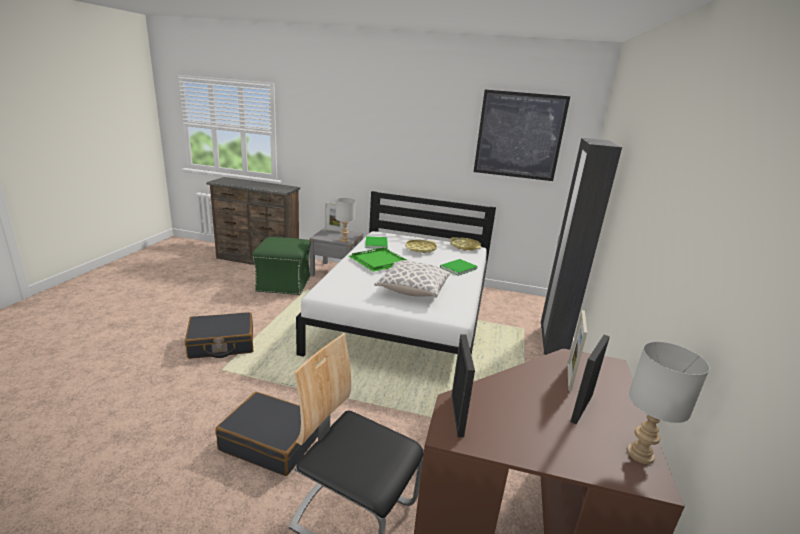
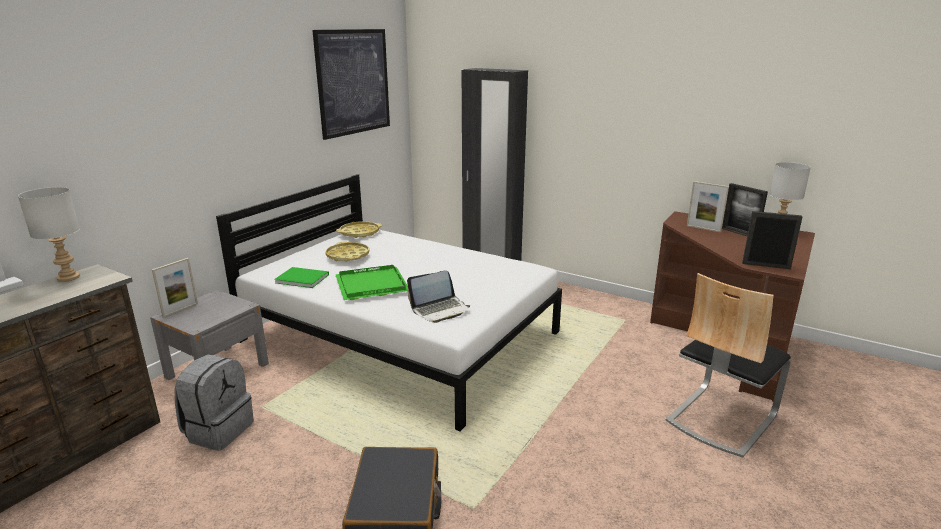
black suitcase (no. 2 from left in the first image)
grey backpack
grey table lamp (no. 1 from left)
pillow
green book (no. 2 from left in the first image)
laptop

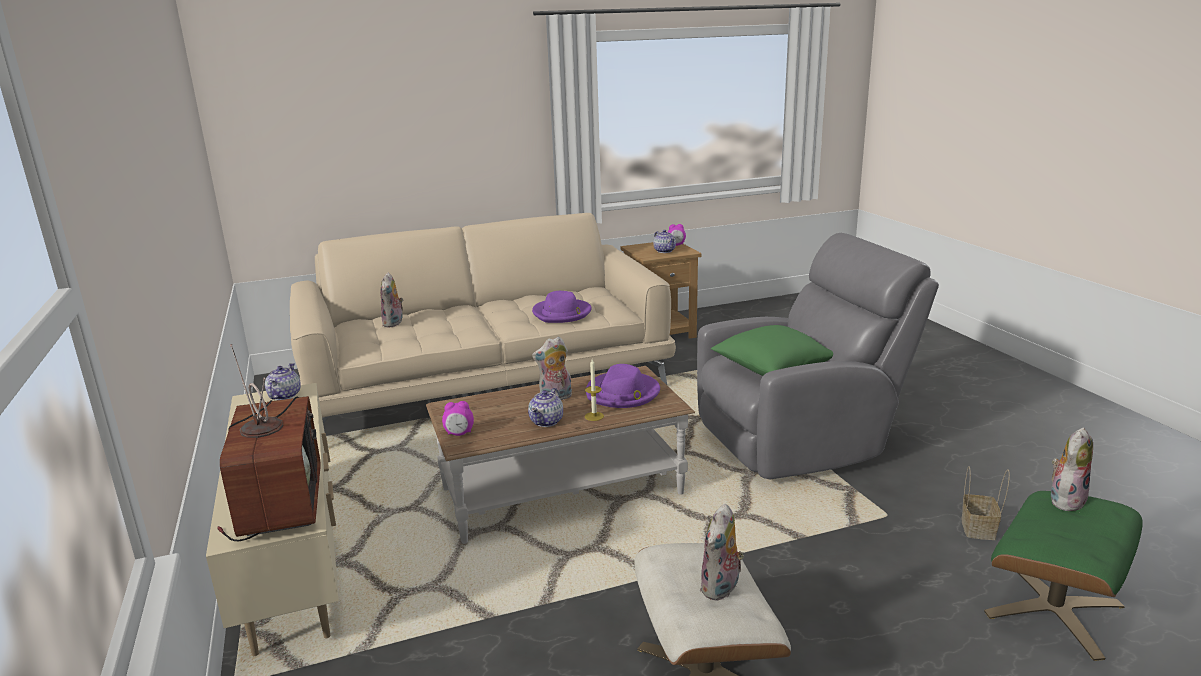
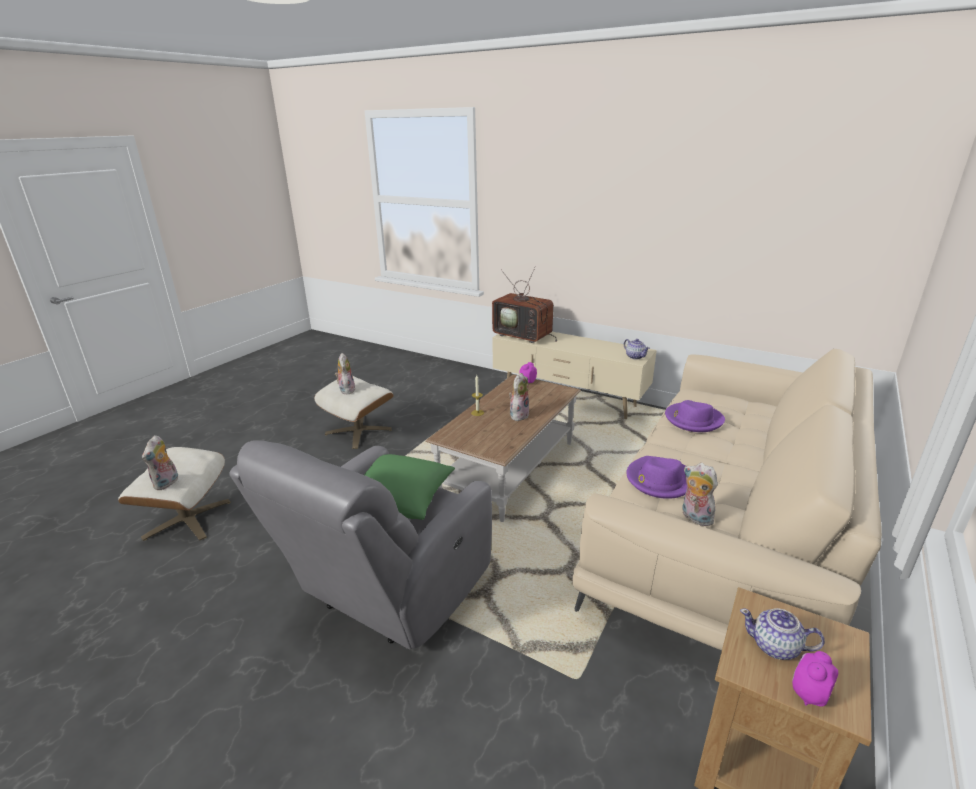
plush toy (no. 4 from left)
teapot (no. 2 from left in the first image)
purple hat (no. 2 from left)
basket
beige ottoman (no. 1 from left)

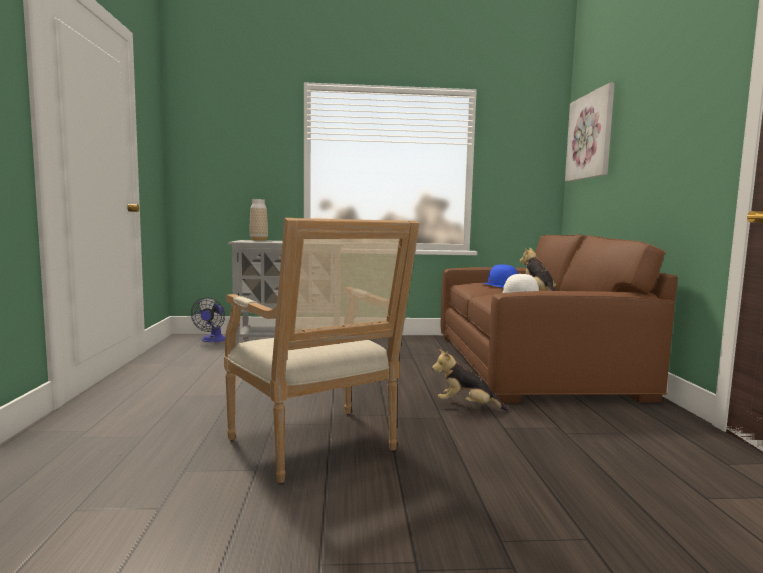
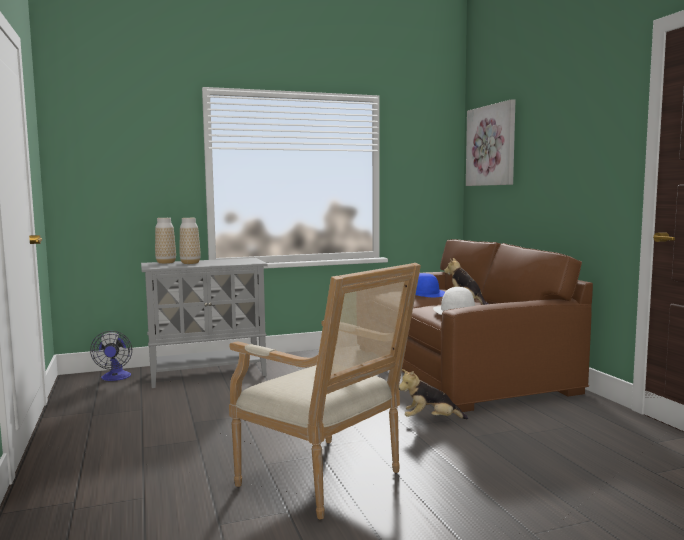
vase (no. 2 from left)

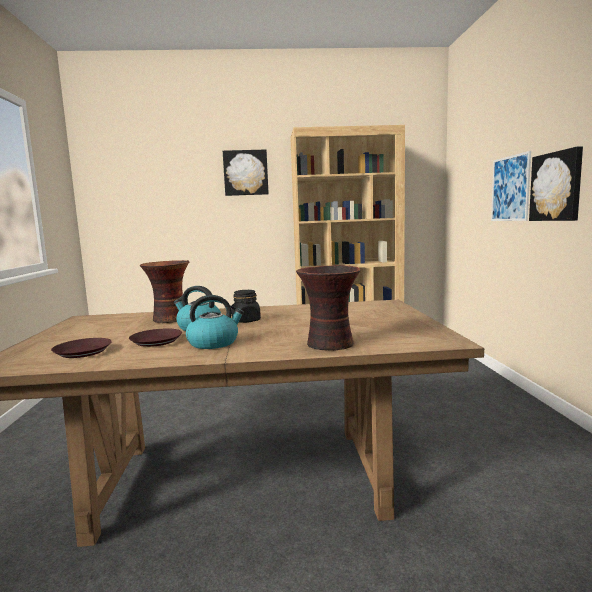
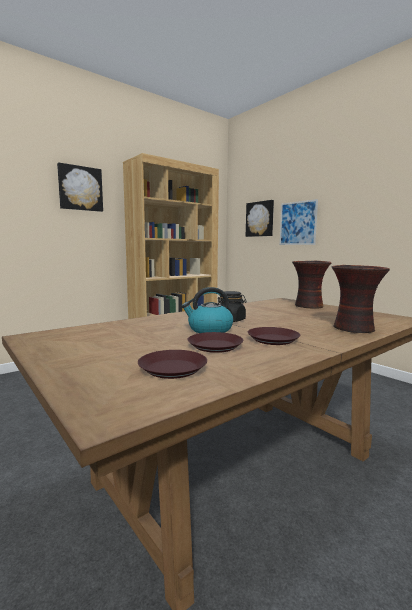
vase (no. 1 from left)
brown plate (no. 3 from left)
picture (no. 2 from left)

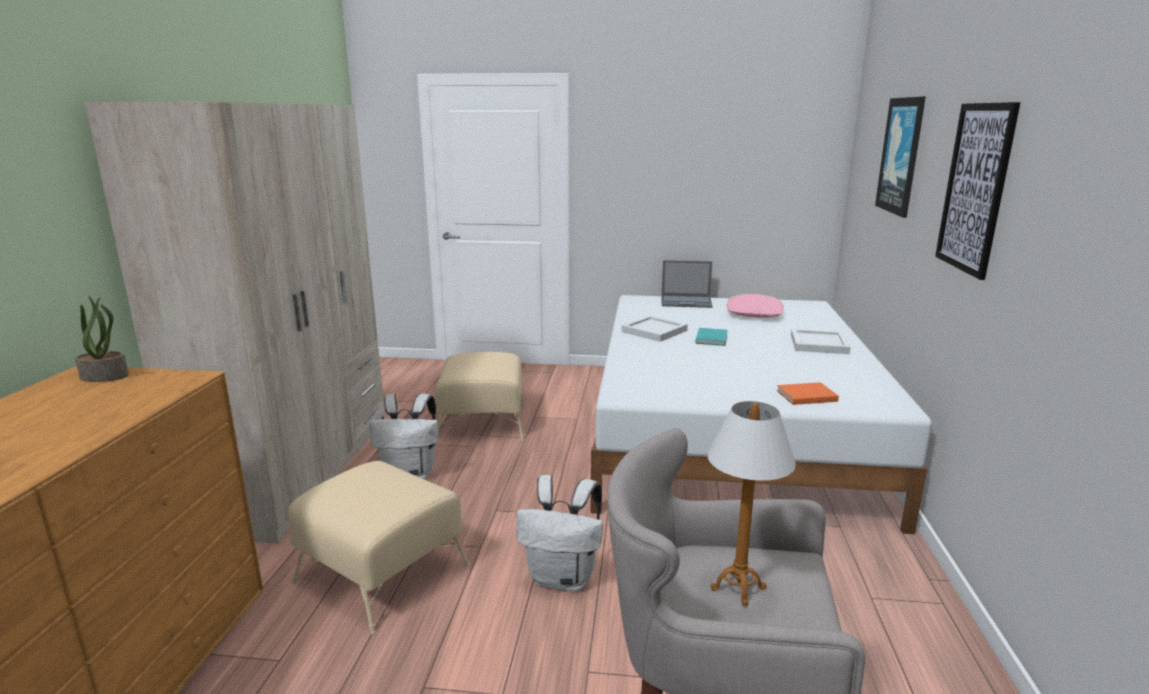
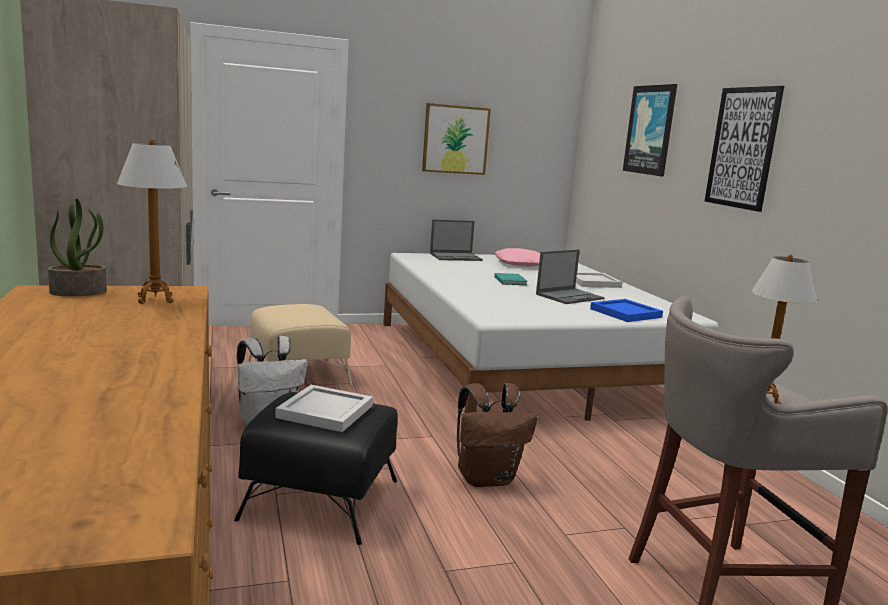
black ottoman
brown backpack
white tray (no. 1 from left)
blue tray
table lamp (no. 1 from left)
picture (no. 1 from left)
laptop (no. 2 from left)

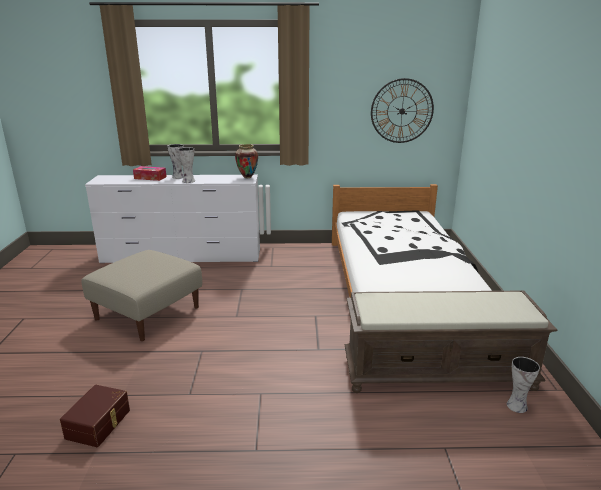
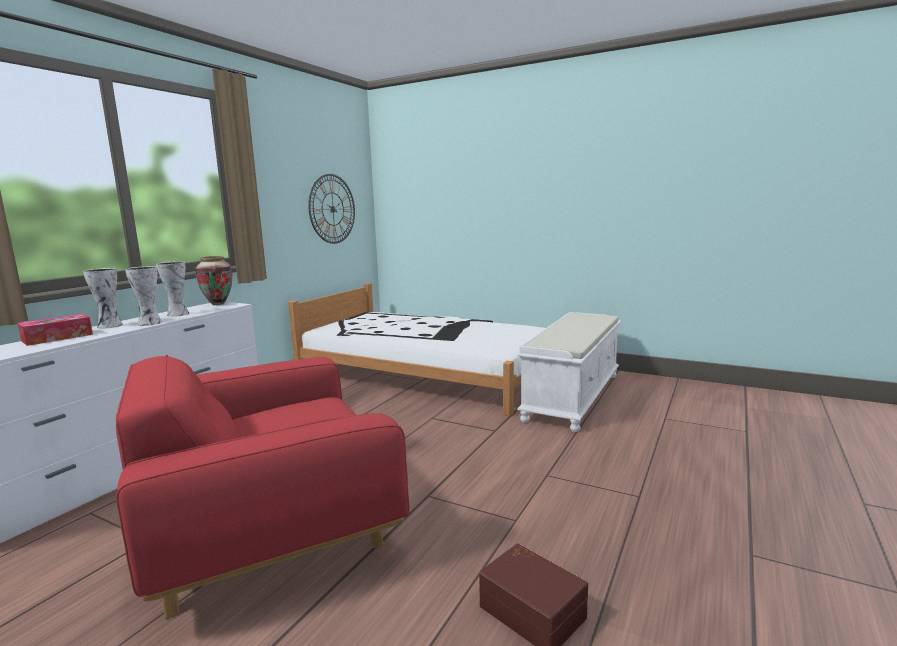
red armchair
white bench
vase (no. 3 from left)

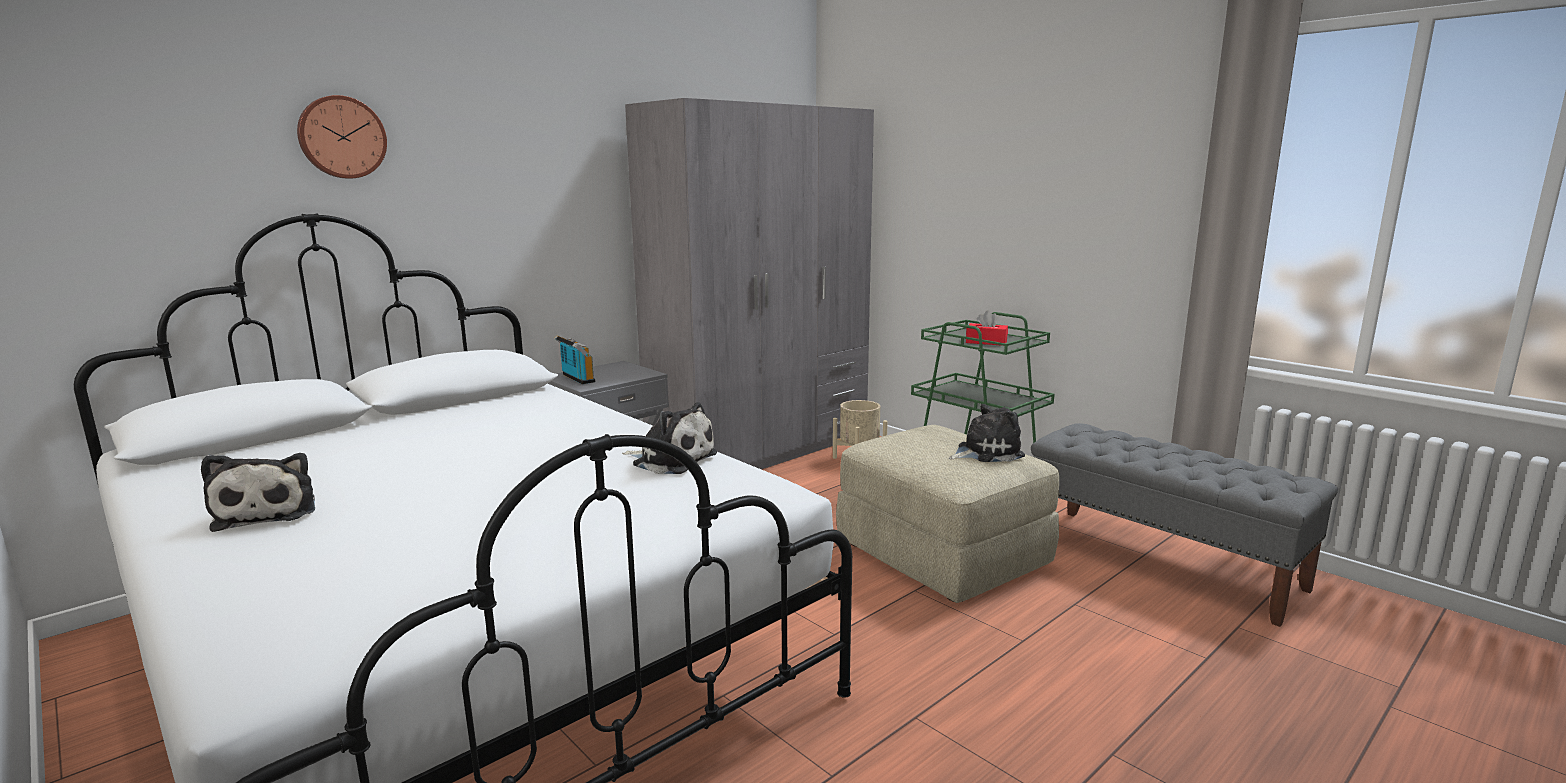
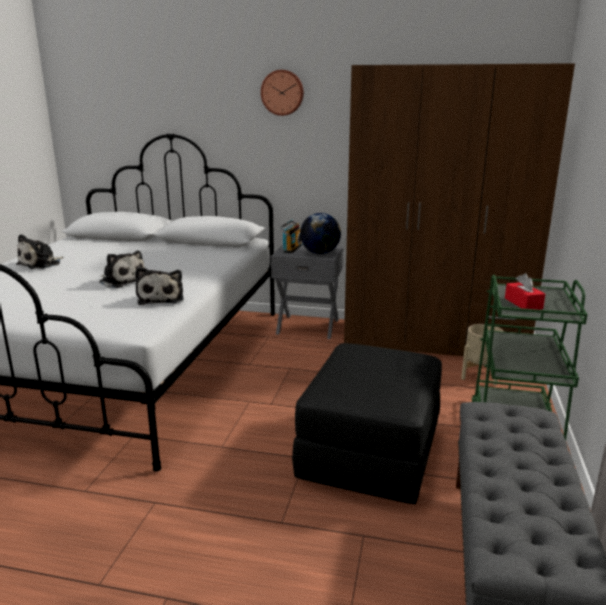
wall clock
brown wardrobe
black ottoman
plush toy (no. 2 from left)
globe

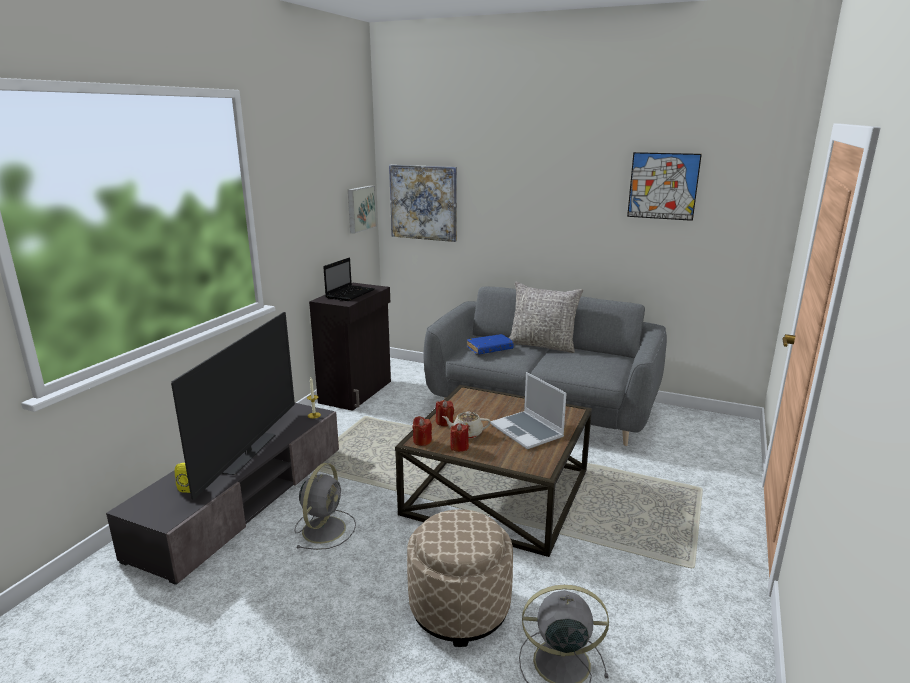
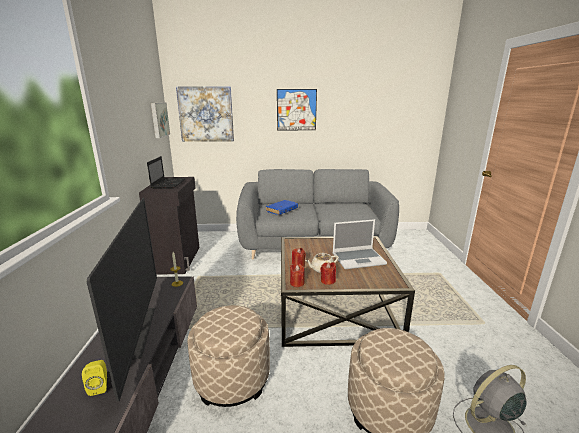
beige ottoman (no. 1 from left)
laptop (no. 2 from left)
grey pillow
picture (no. 3 from left)

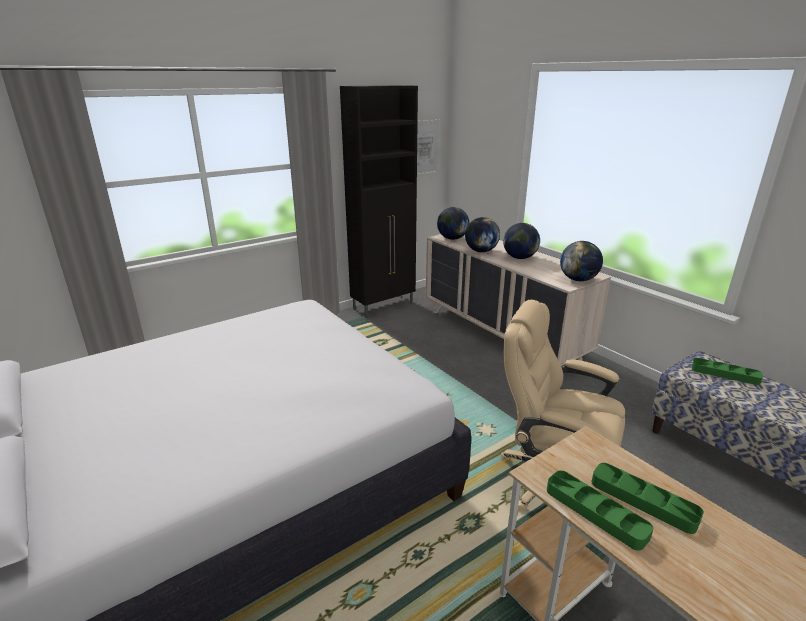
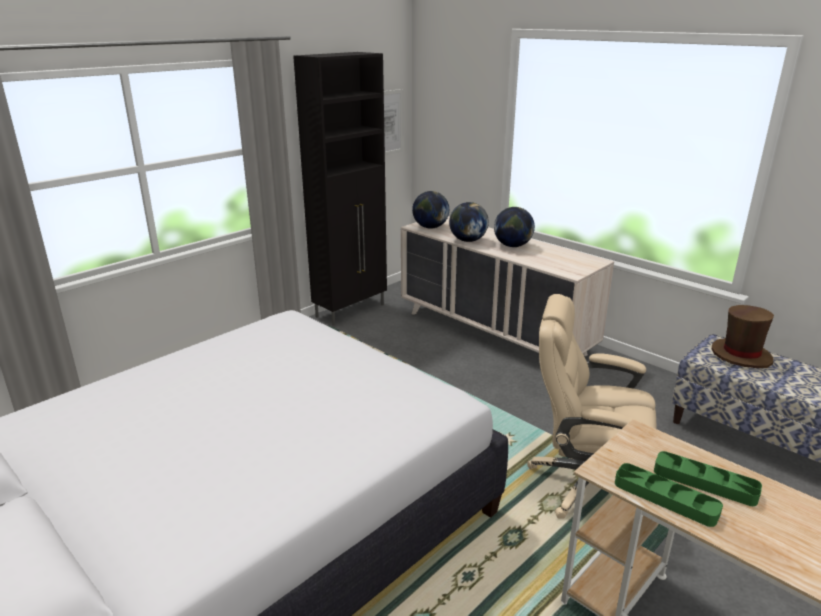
globe (no. 4 from left in the first image)
brown hat

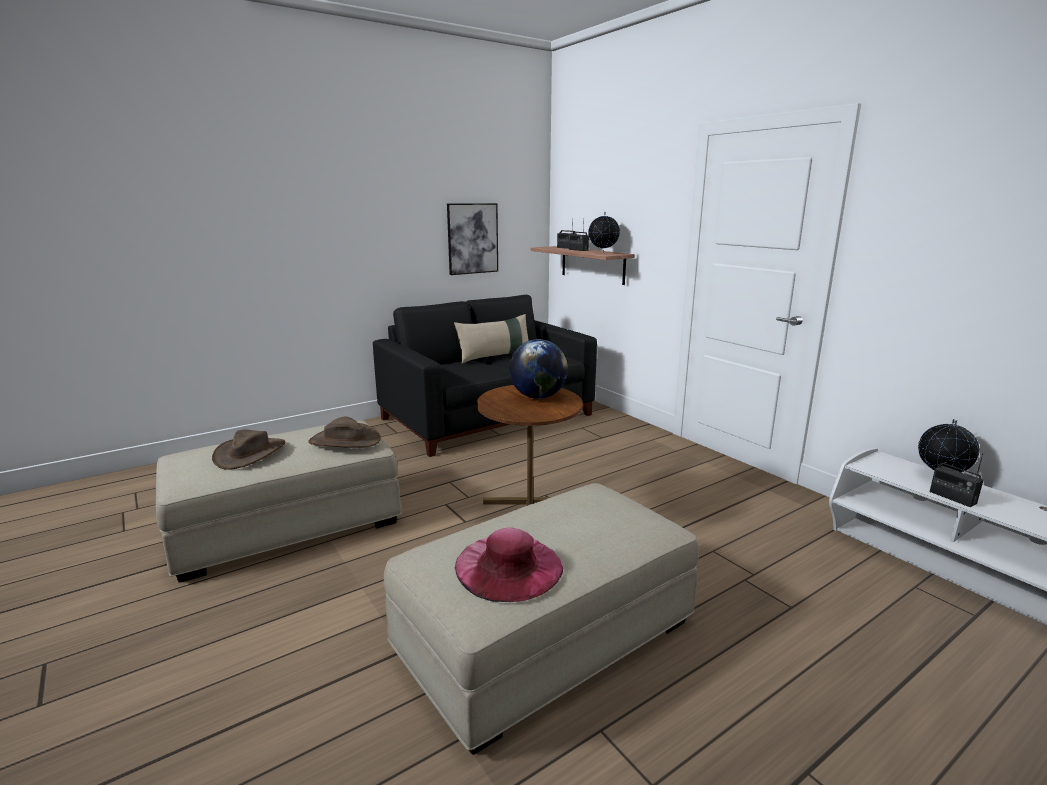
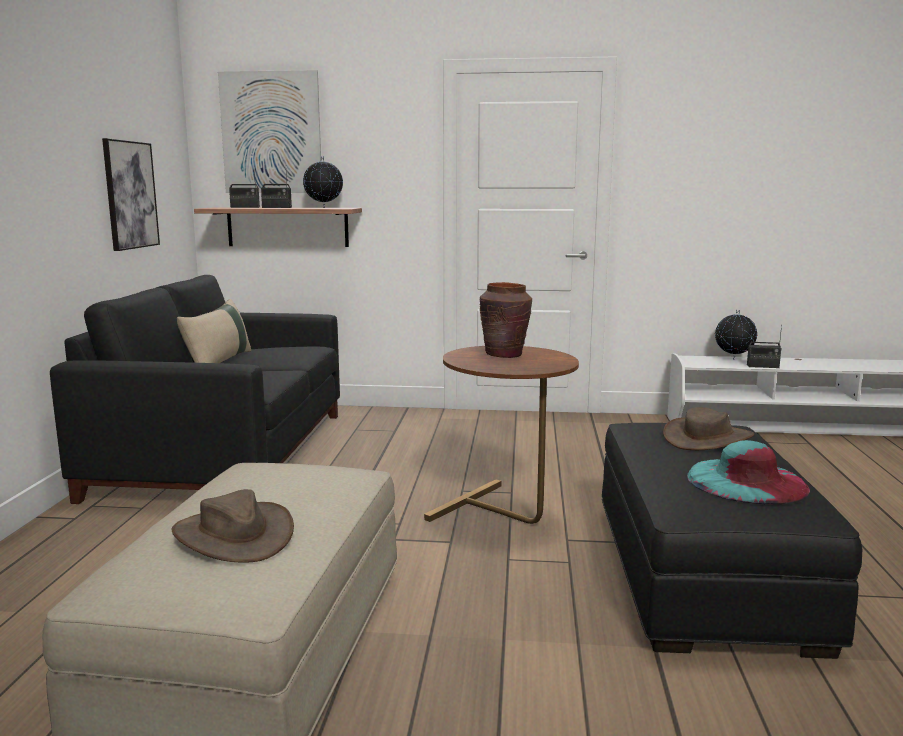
brown hat (no. 2 from left)
black ottoman
turquoise hat
brown vase
picture (no. 2 from left)

